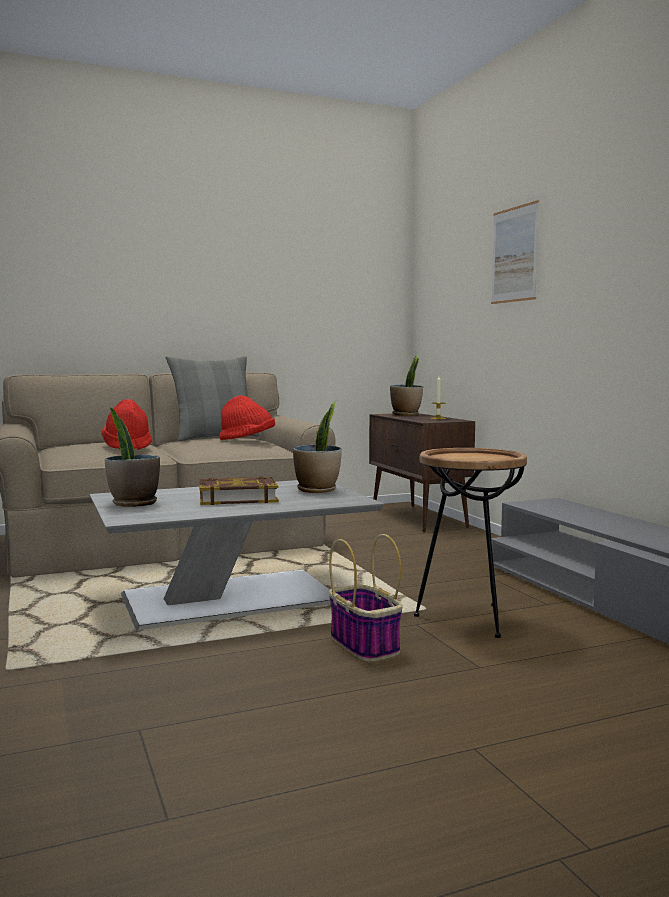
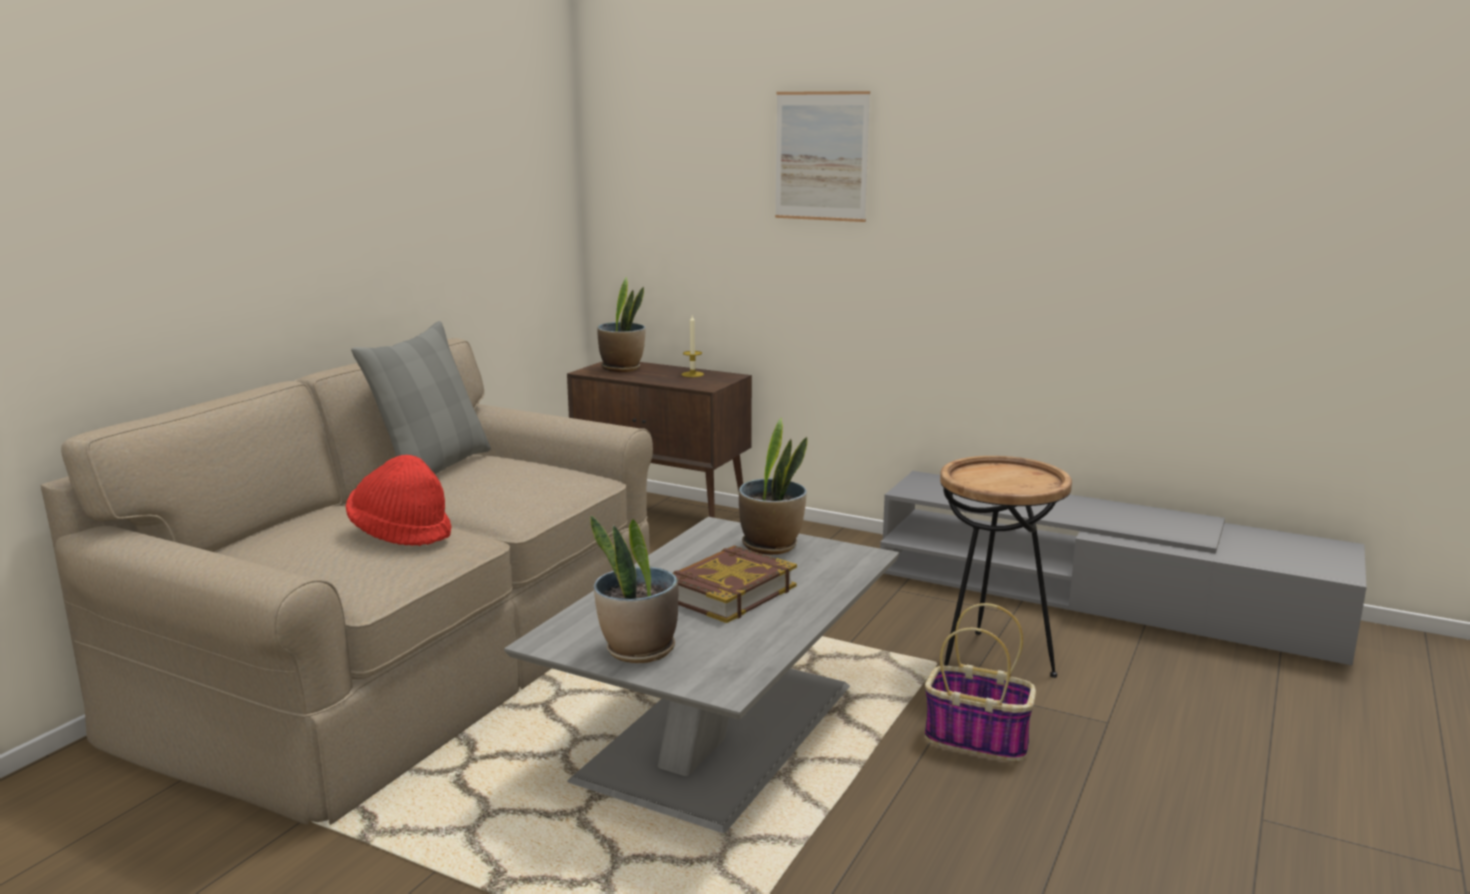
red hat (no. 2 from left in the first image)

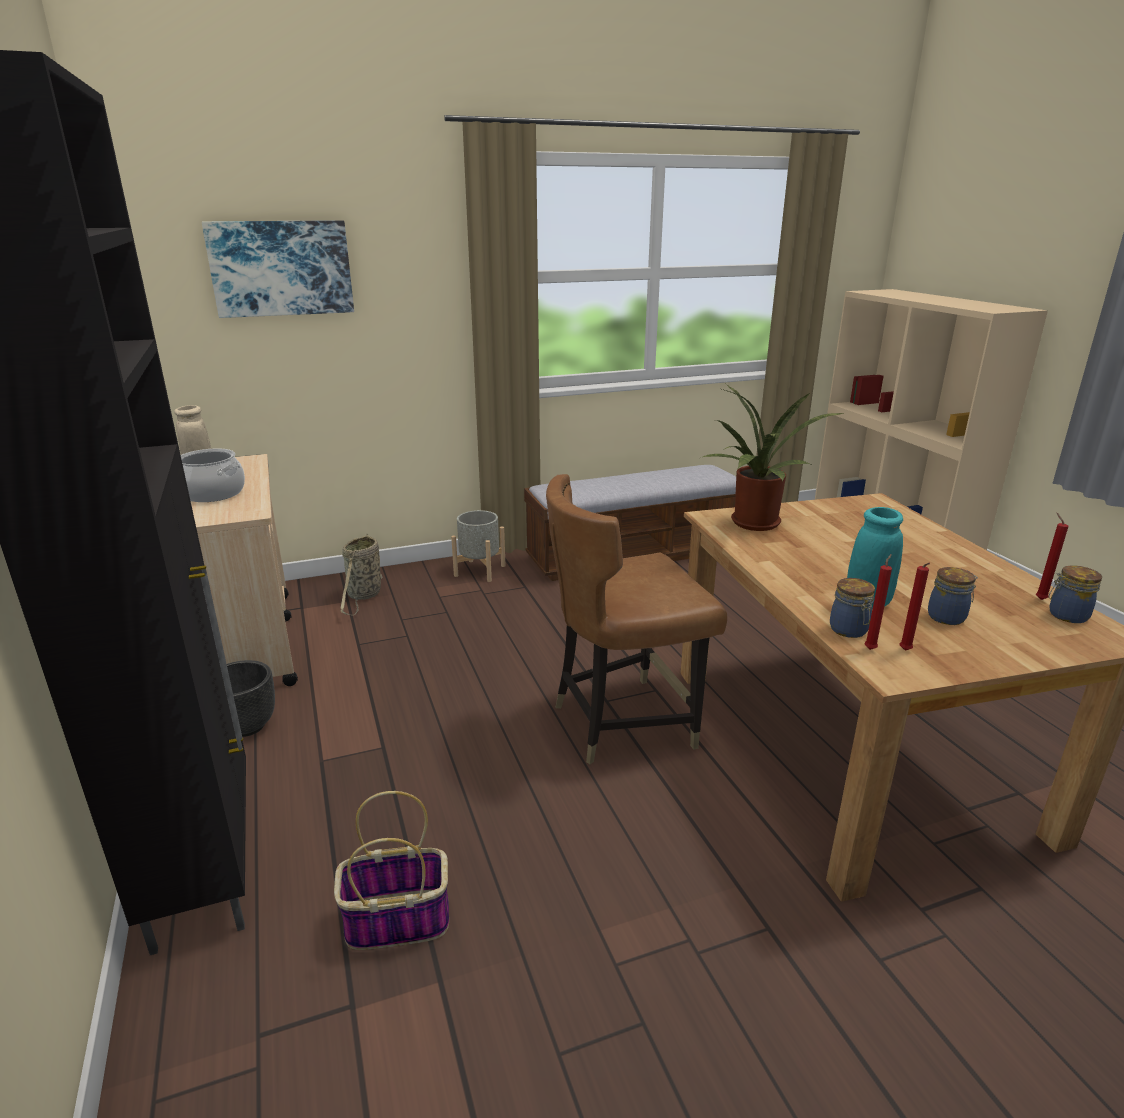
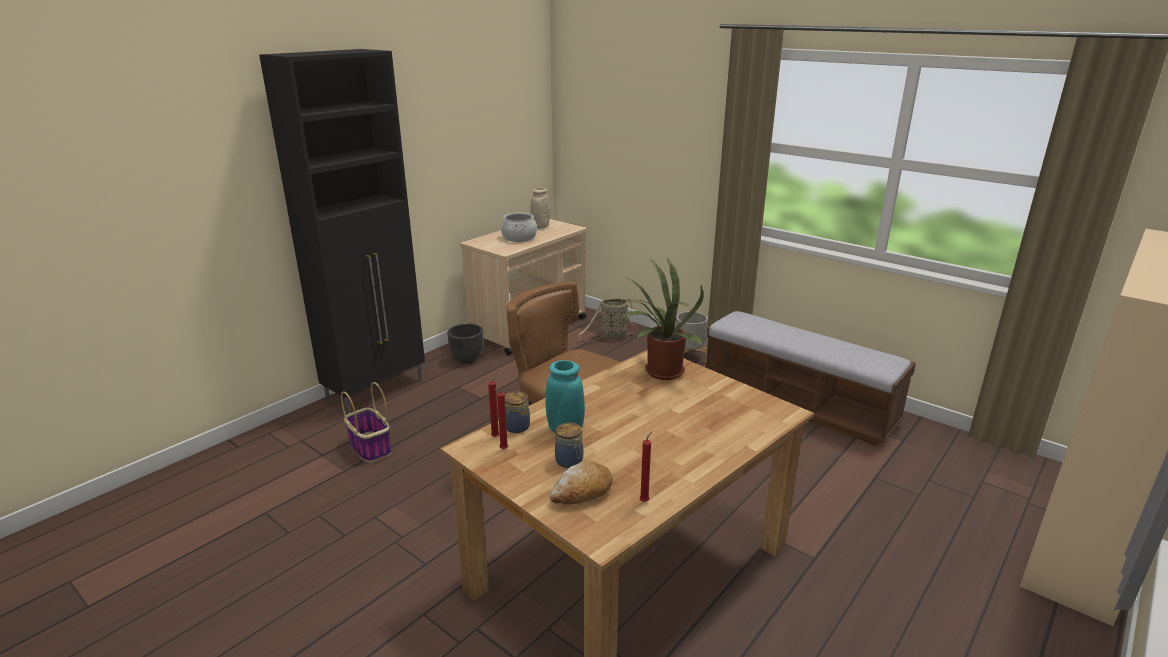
picture
jar (no. 3 from left in the first image)
bread

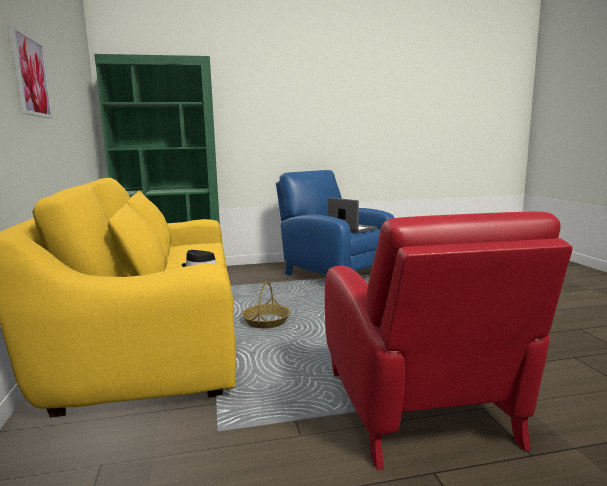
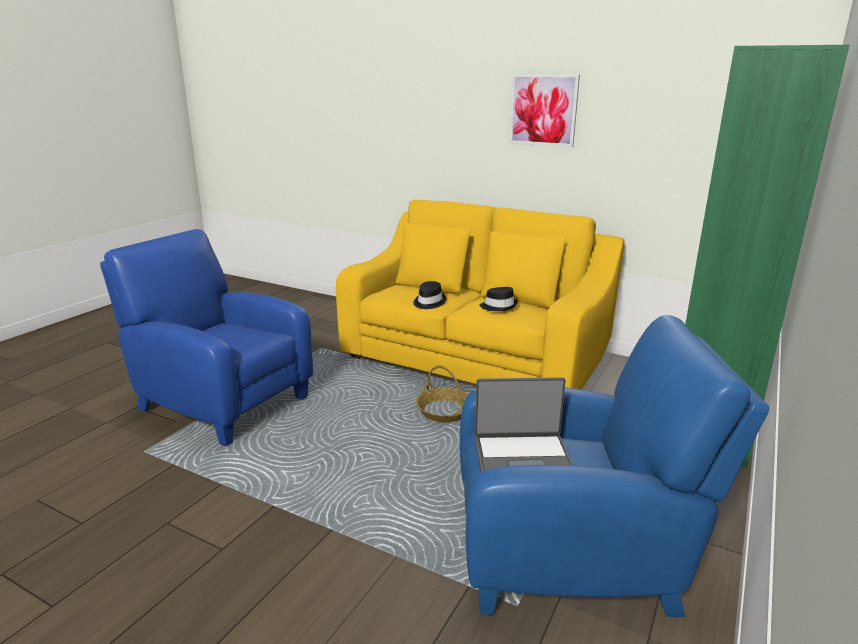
blue armchair (no. 1 from left)
black hat (no. 2 from left)

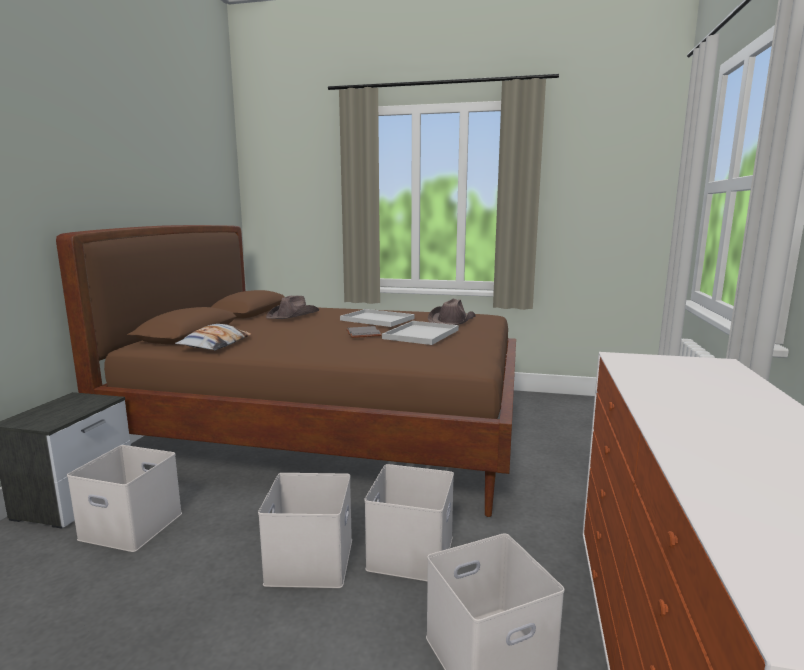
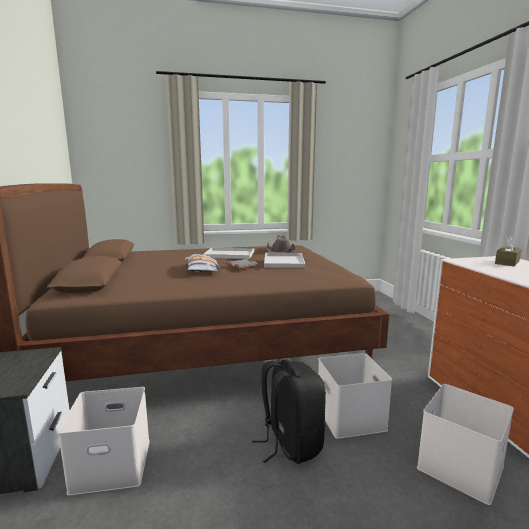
pillow
black backpack
brown hat (no. 1 from left in the first image)
brown tissue box

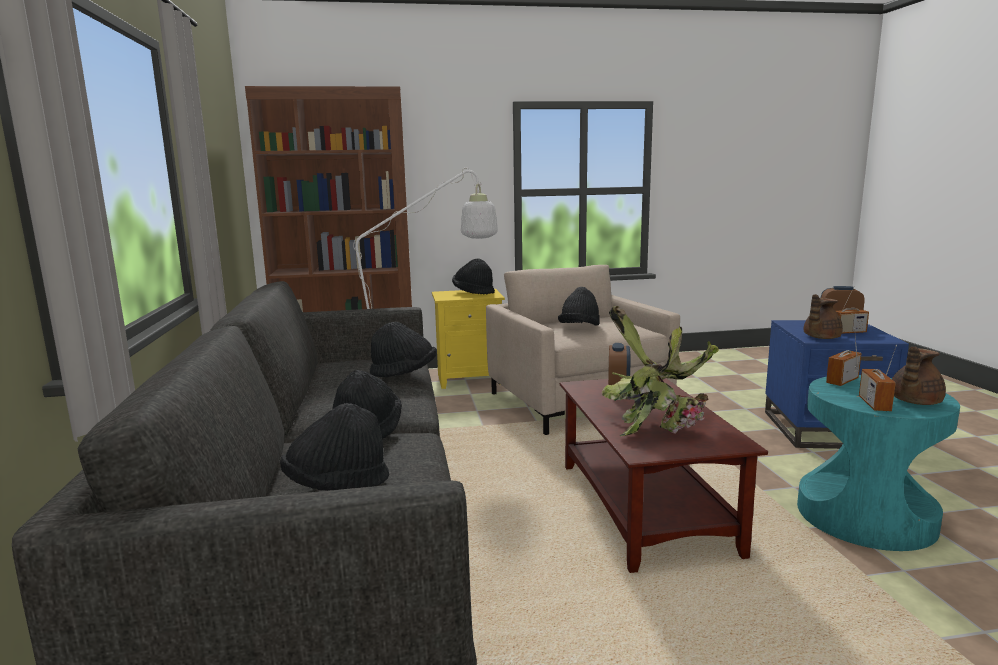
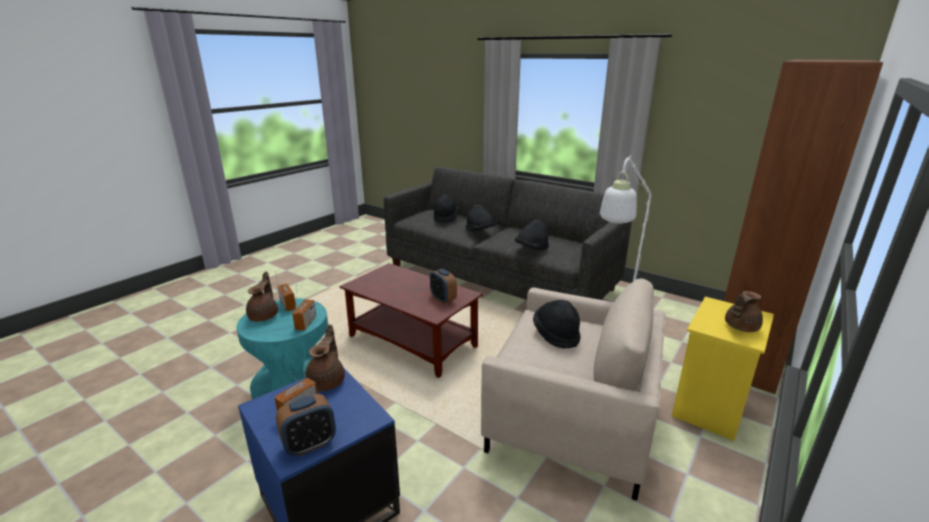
brown teapot (no. 3 from left)
potted plant

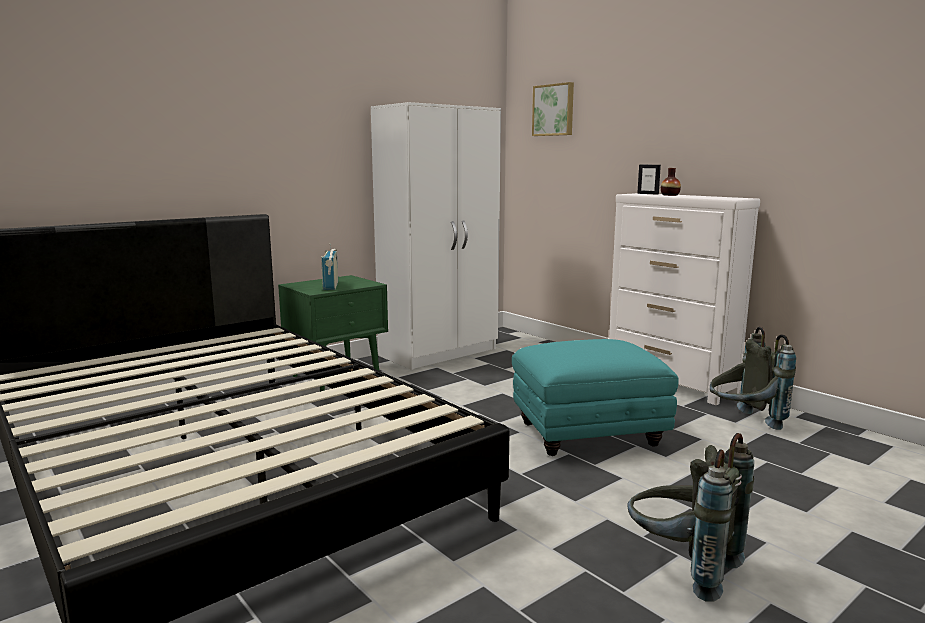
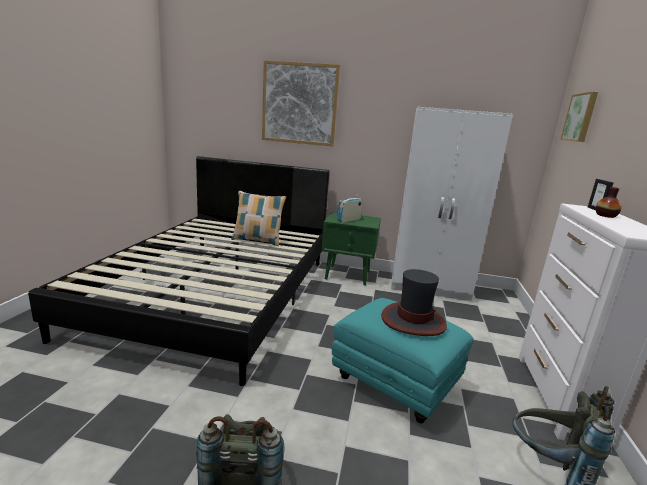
pillow
picture (no. 1 from left)
hat

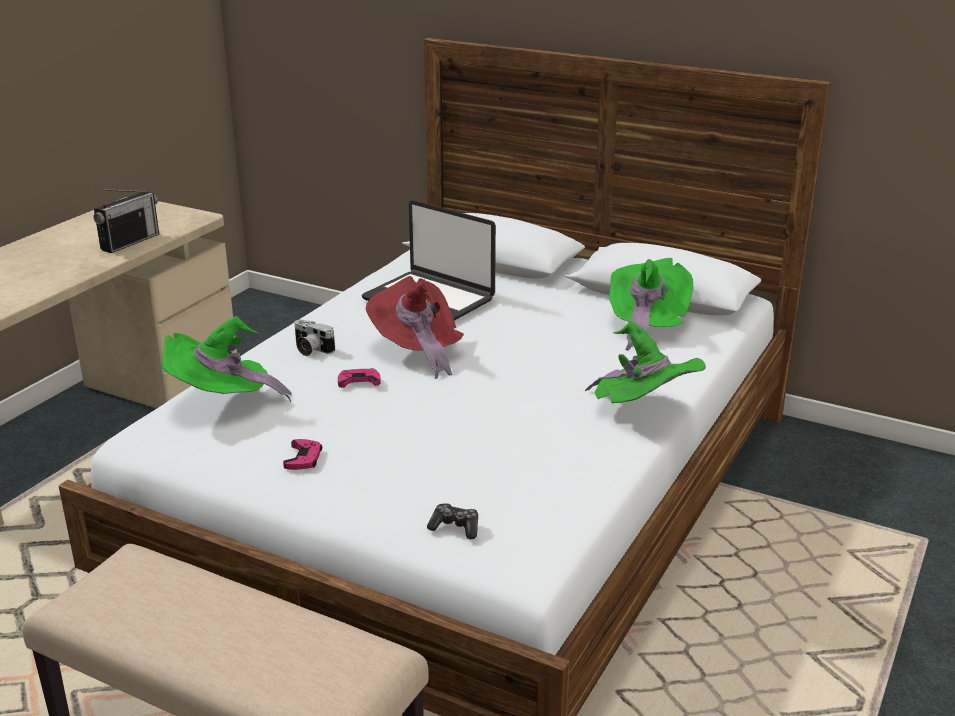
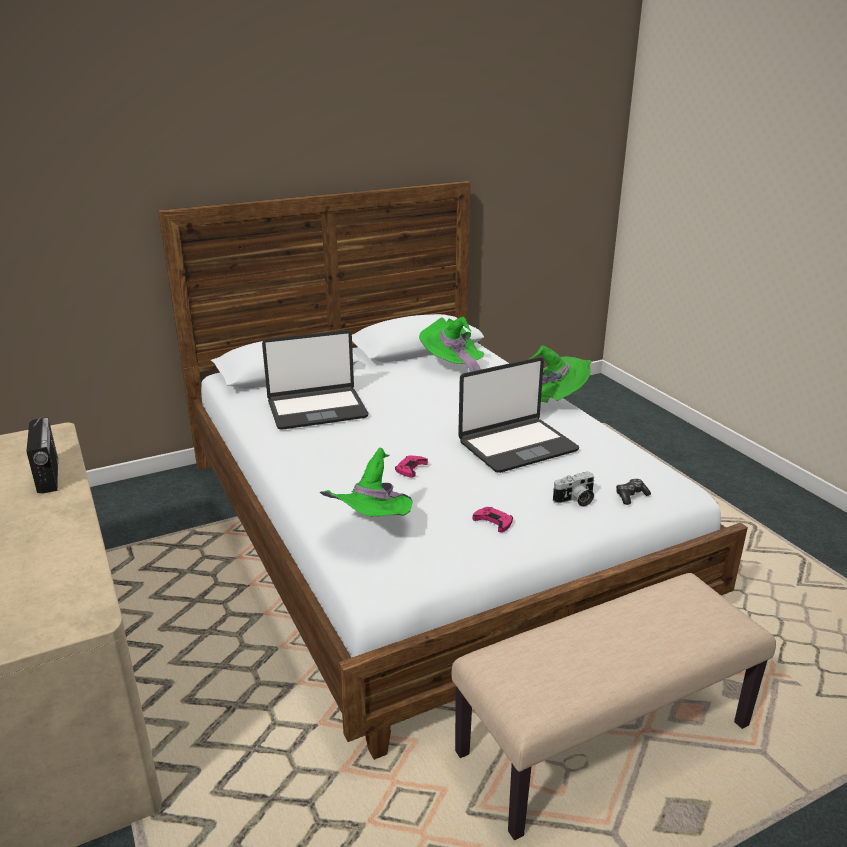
photo camera
red hat
laptop (no. 2 from left)

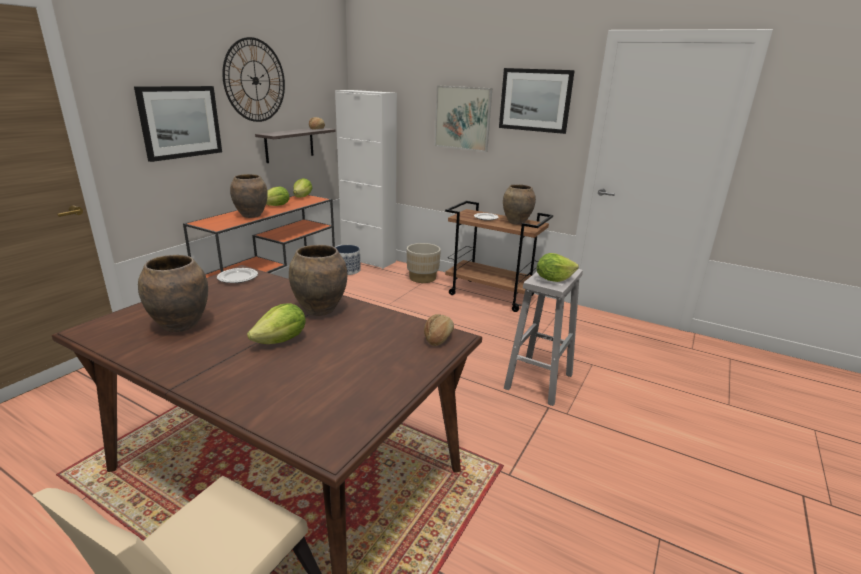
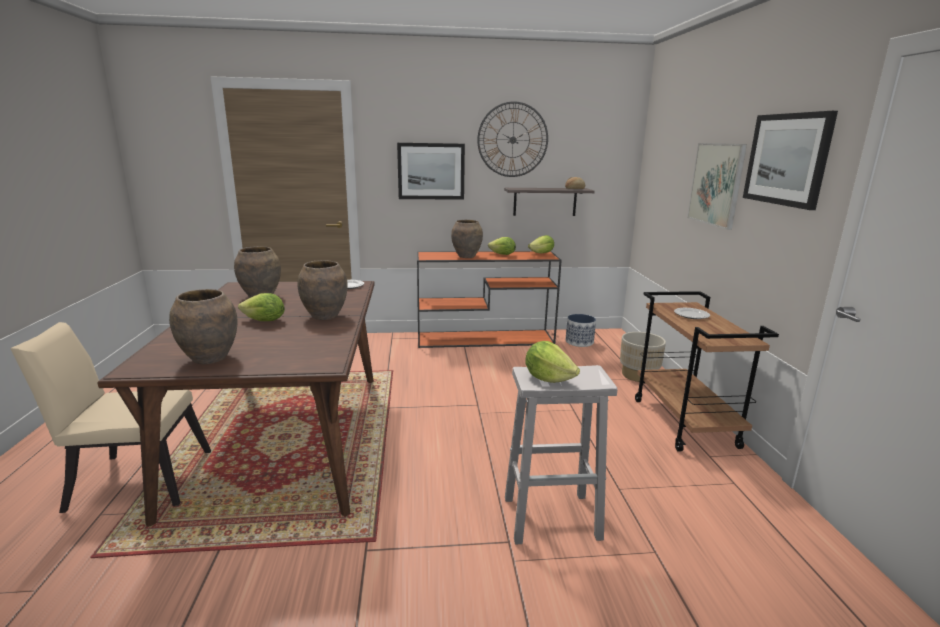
white cabinet
bread (no. 2 from left in the first image)
brown vase (no. 1 from left)

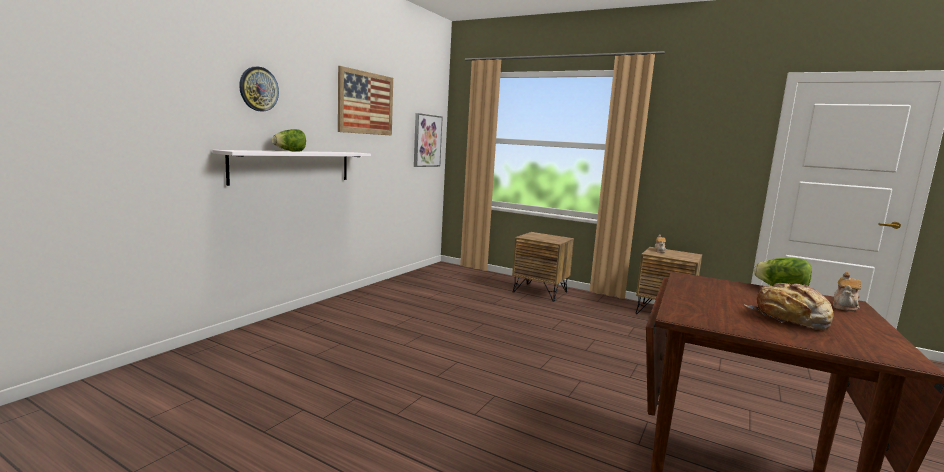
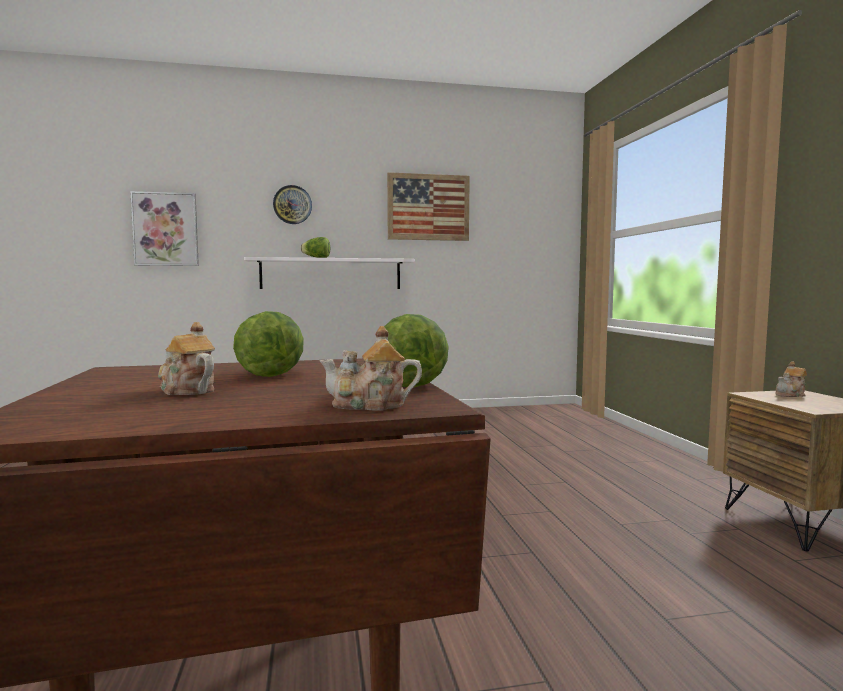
picture (no. 1 from left)
brown nightstand (no. 1 from left in the first image)
teapot (no. 1 from left)
lettuce (no. 1 from left)

